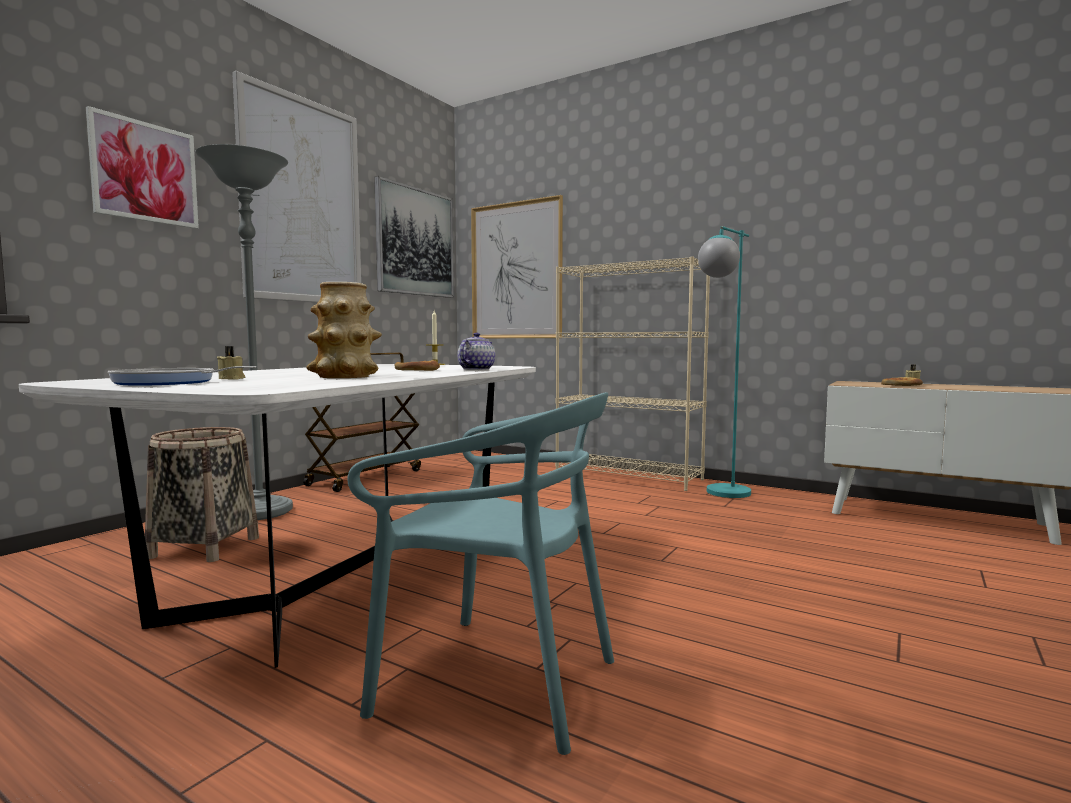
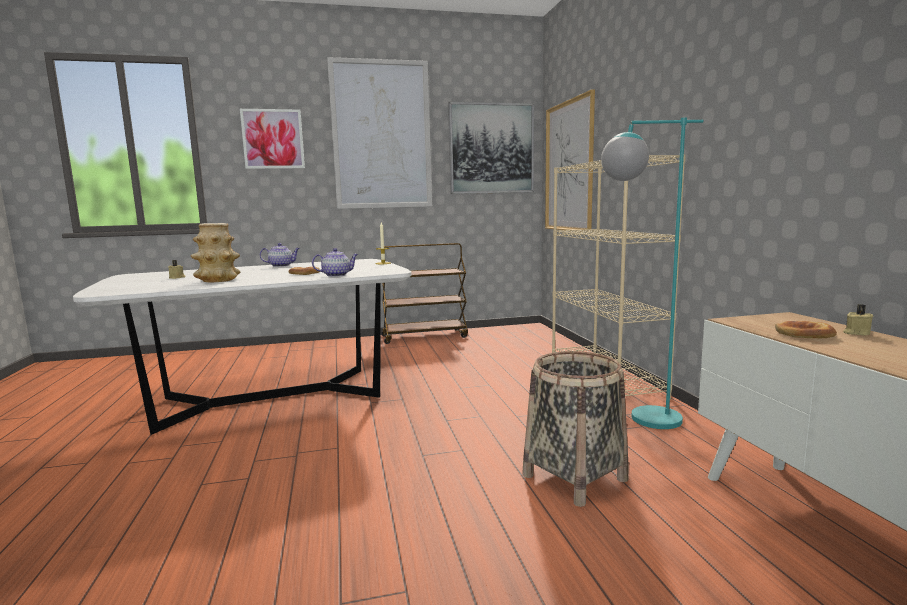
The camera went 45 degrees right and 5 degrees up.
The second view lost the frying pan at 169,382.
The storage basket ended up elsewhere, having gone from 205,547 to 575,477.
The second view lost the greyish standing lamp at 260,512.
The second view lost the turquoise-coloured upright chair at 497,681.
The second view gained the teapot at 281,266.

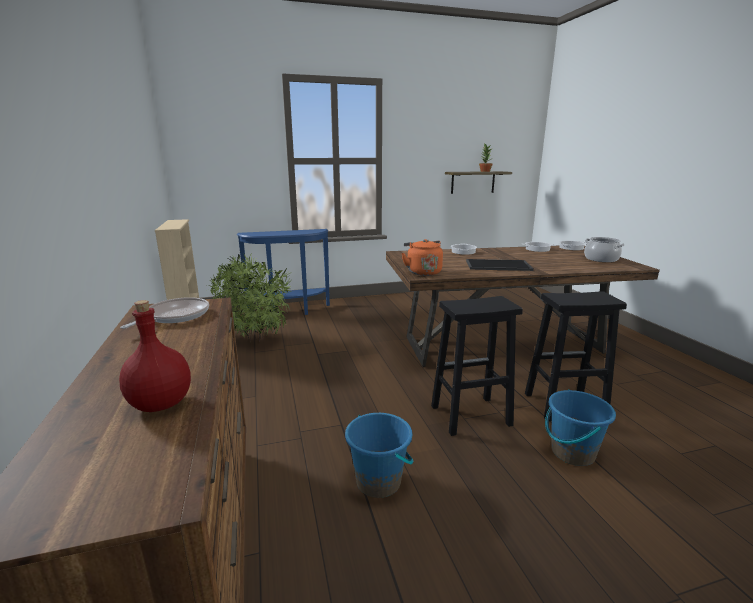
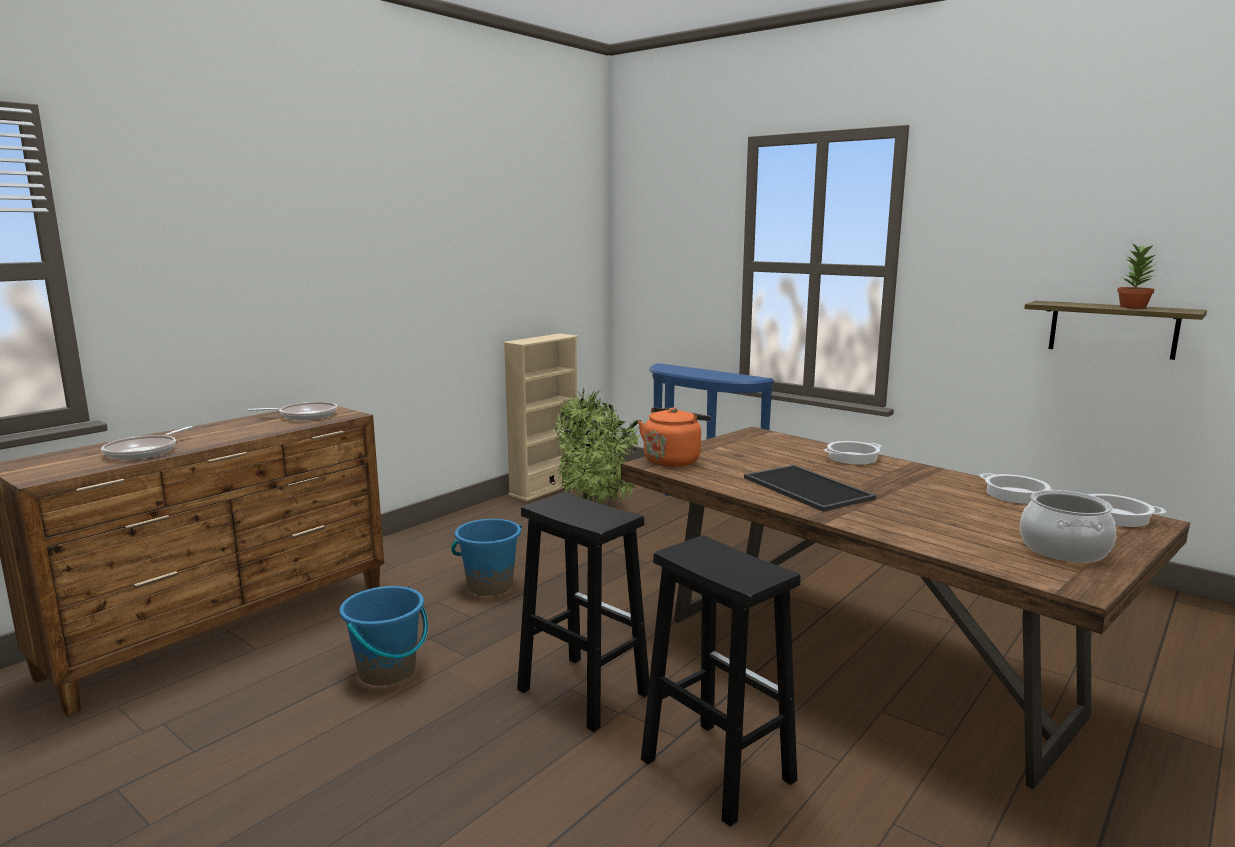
The camera went 55 degrees right and 5 degrees down.
Where the red-coloured beverage bottle stood at 161,403, the frying pan came to stand at 145,451.
The blue water bucket ended up elsewhere, having gone from 572,453 to 490,586.

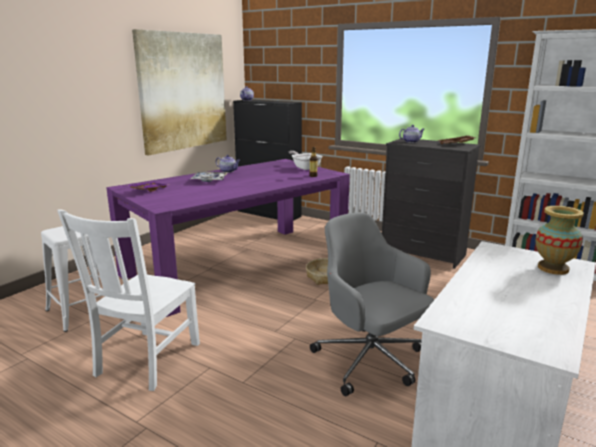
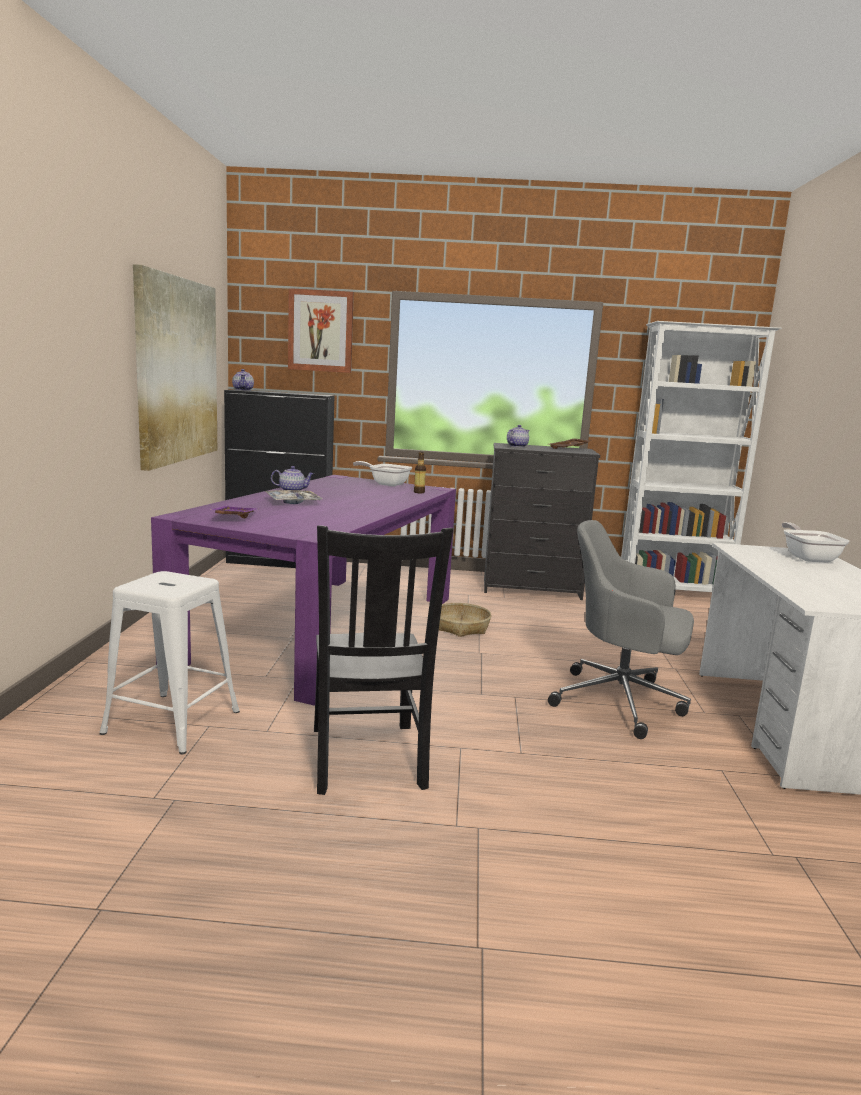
The camera went 30 degrees left and 5 degrees down.
What was the whitish upright chair at 146,361 turned into the black upright chair at 367,760.
Where the flower vase stood at 553,268, the frying pan came to stand at 808,557.
The second view gained the wall picture at 320,331.

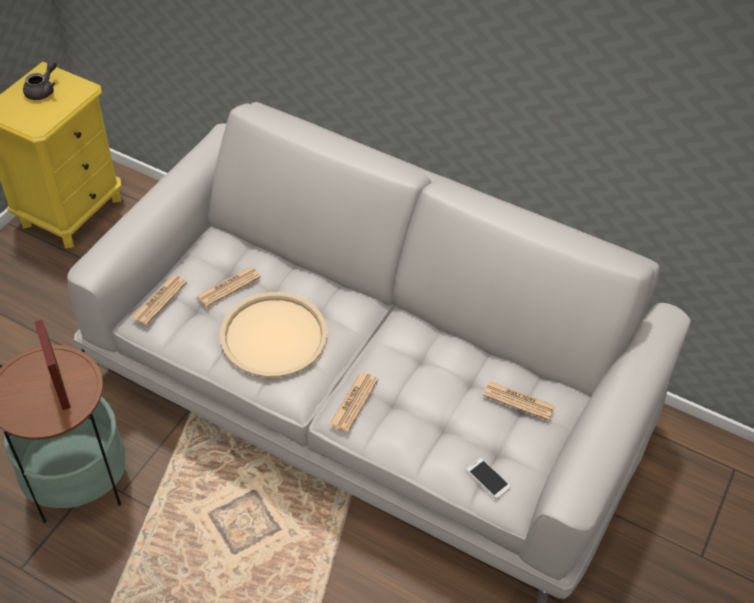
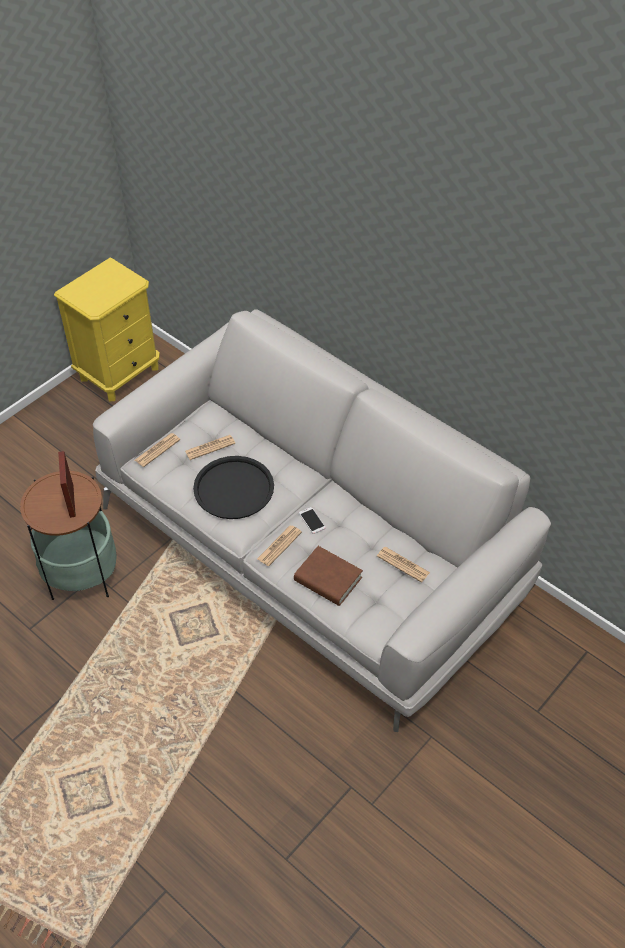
The camera went 15 degrees right and 0 degrees up.
The second view lost the greyish teapot at 43,90.
What was the beige-coloured tray at 273,336 turned into the black tray at 233,488.
The handset ended up elsewhere, having gone from 488,478 to 312,520.
The second view gained the brown-coloured bound book at 328,579.

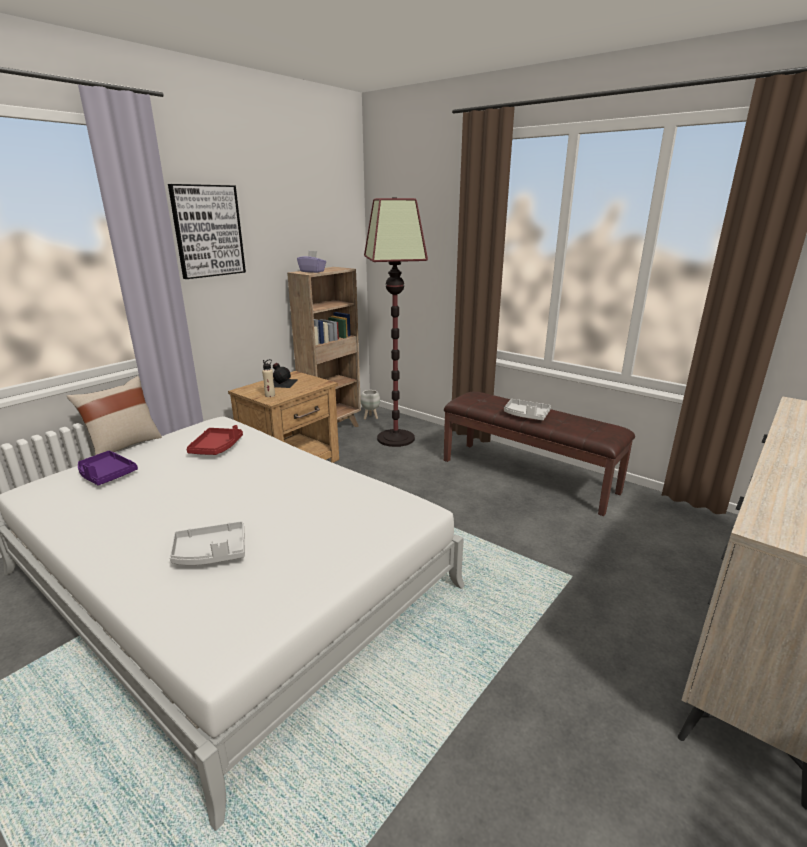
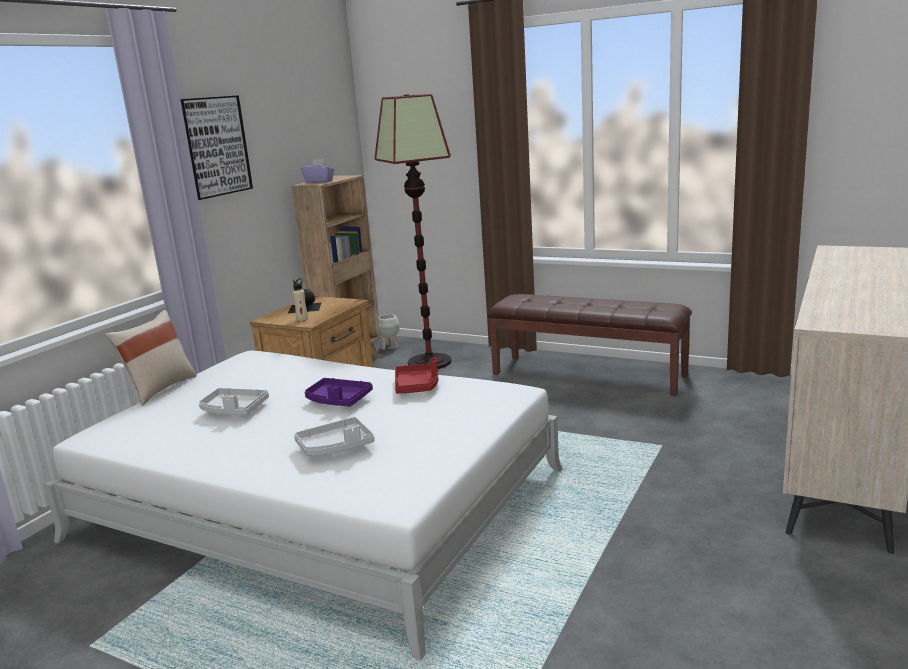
The camera went 10 degrees left and 5 degrees down.
The purple tray ended up elsewhere, having gone from 106,475 to 338,400.
The red-coloured tray ended up elsewhere, having gone from 217,448 to 417,386.
The greyish tray ended up elsewhere, having gone from 526,415 to 234,410.

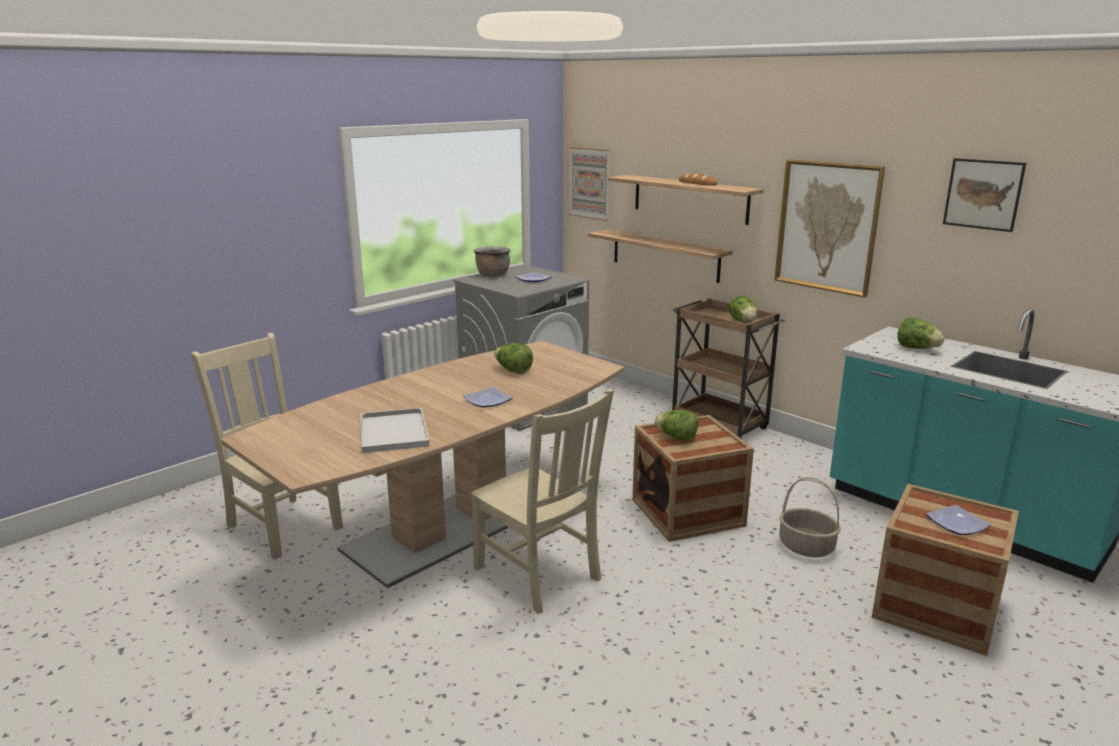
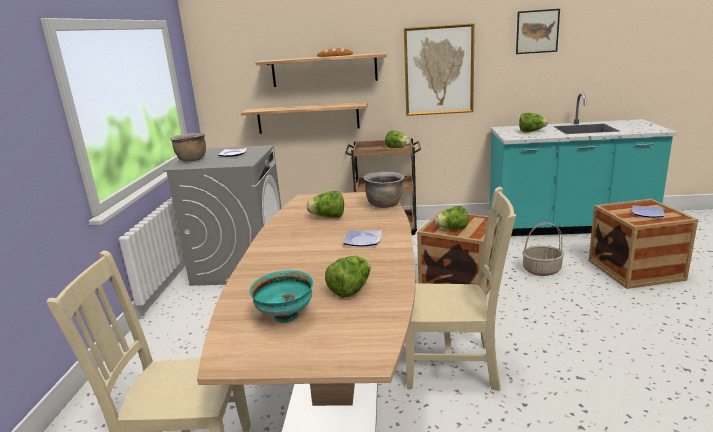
The camera went 40 degrees left and 0 degrees up.
Where the whitish tray stood at 392,431, the lettuce head came to stand at 351,290.
The second view lost the wall picture at 590,183.
The second view gained the turquoise-coloured deep dish at 286,317.
The second view gained the brown-coloured cooking pot at 384,205.

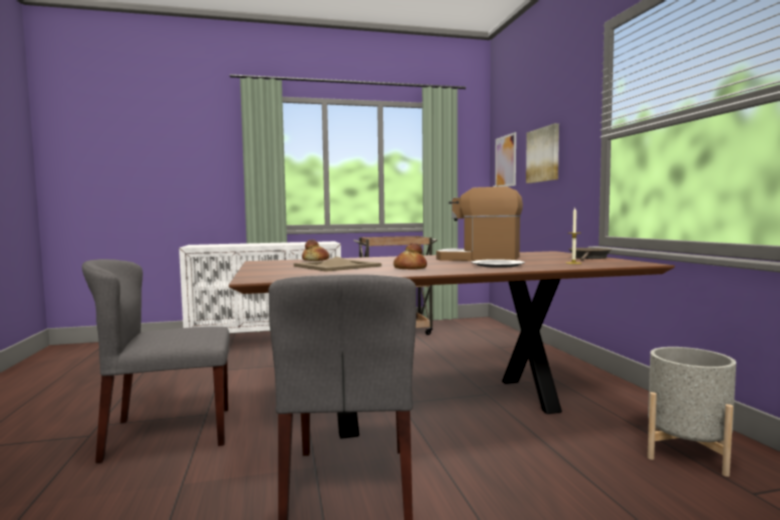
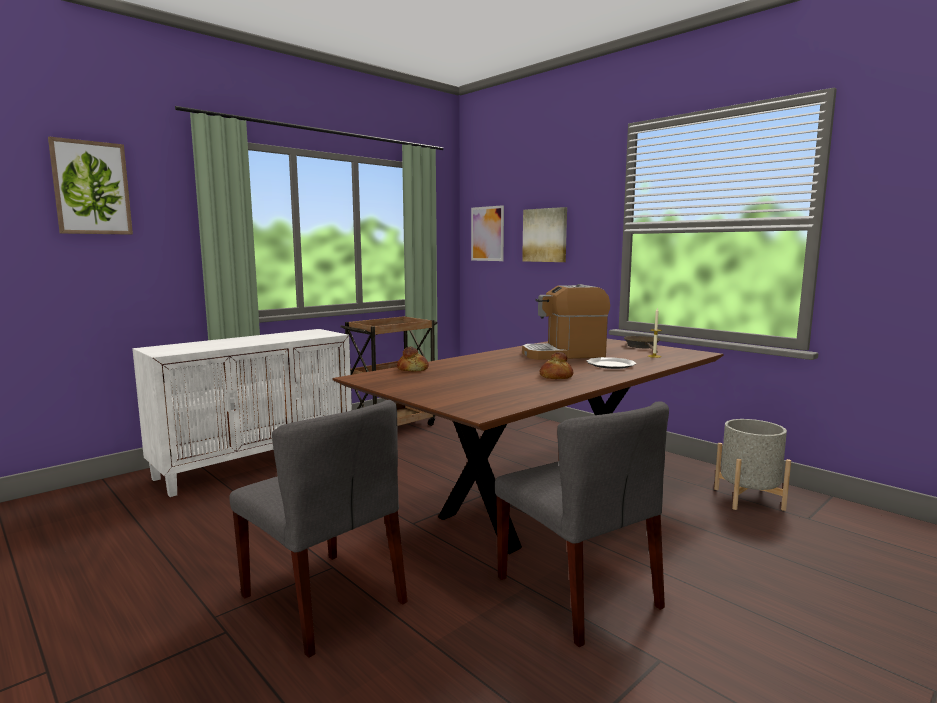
The camera went 30 degrees left and 5 degrees up.
The greyish upright chair at 168,433 ended up facing another way, 90 degrees counterclockwise from before.
The second view lost the beige-coloured tray at 337,266.
The second view gained the wall picture at 91,188.

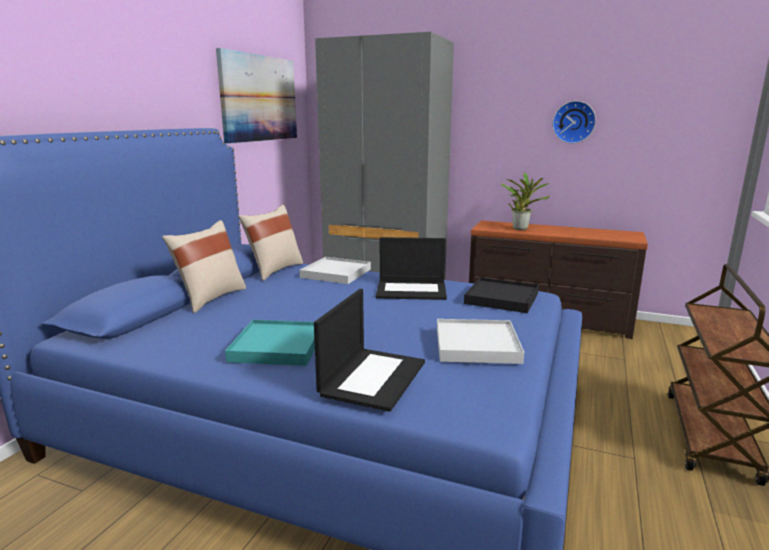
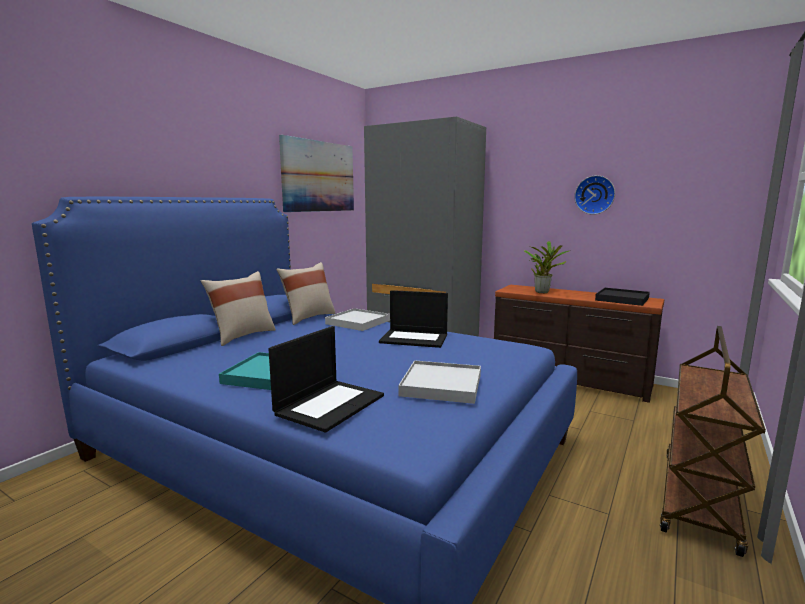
The camera went 10 degrees right and 5 degrees down.
The black tray ended up elsewhere, having gone from 502,298 to 622,299.

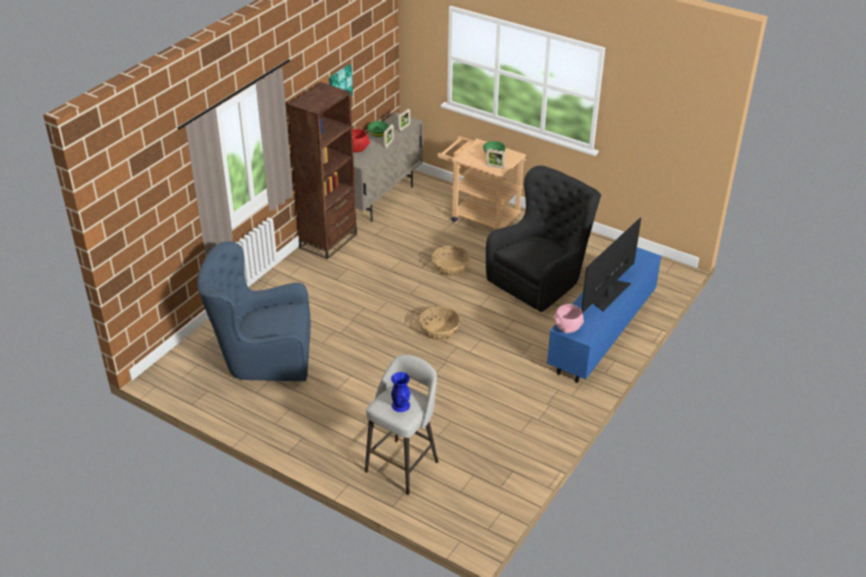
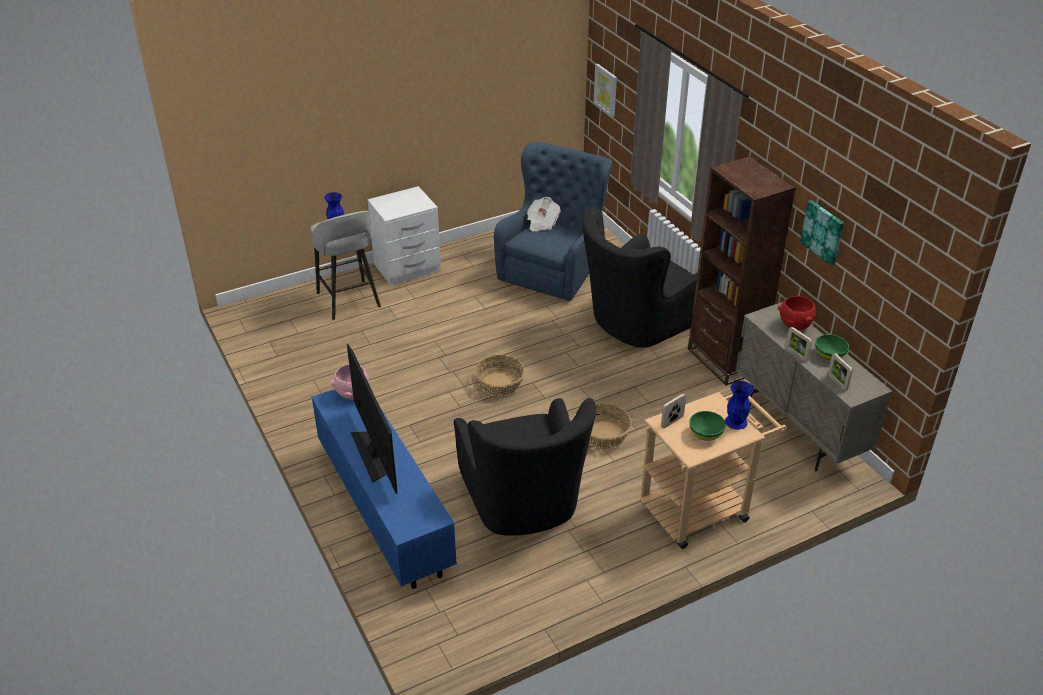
The camera went 120 degrees right and 0 degrees up.
The second view gained the whitish nightstand at 407,268.
The second view gained the printed paper at 542,223.
The second view gained the black easy chair at 637,324.
The second view gained the wall picture at 606,89.
The second view gained the blue flower vase at 736,421.

